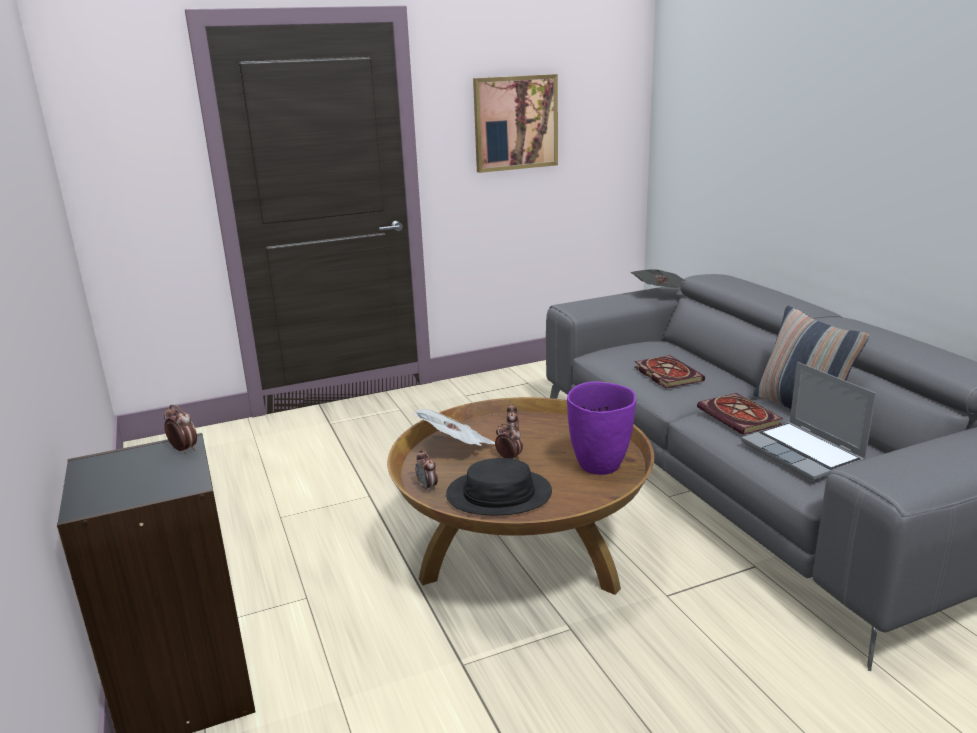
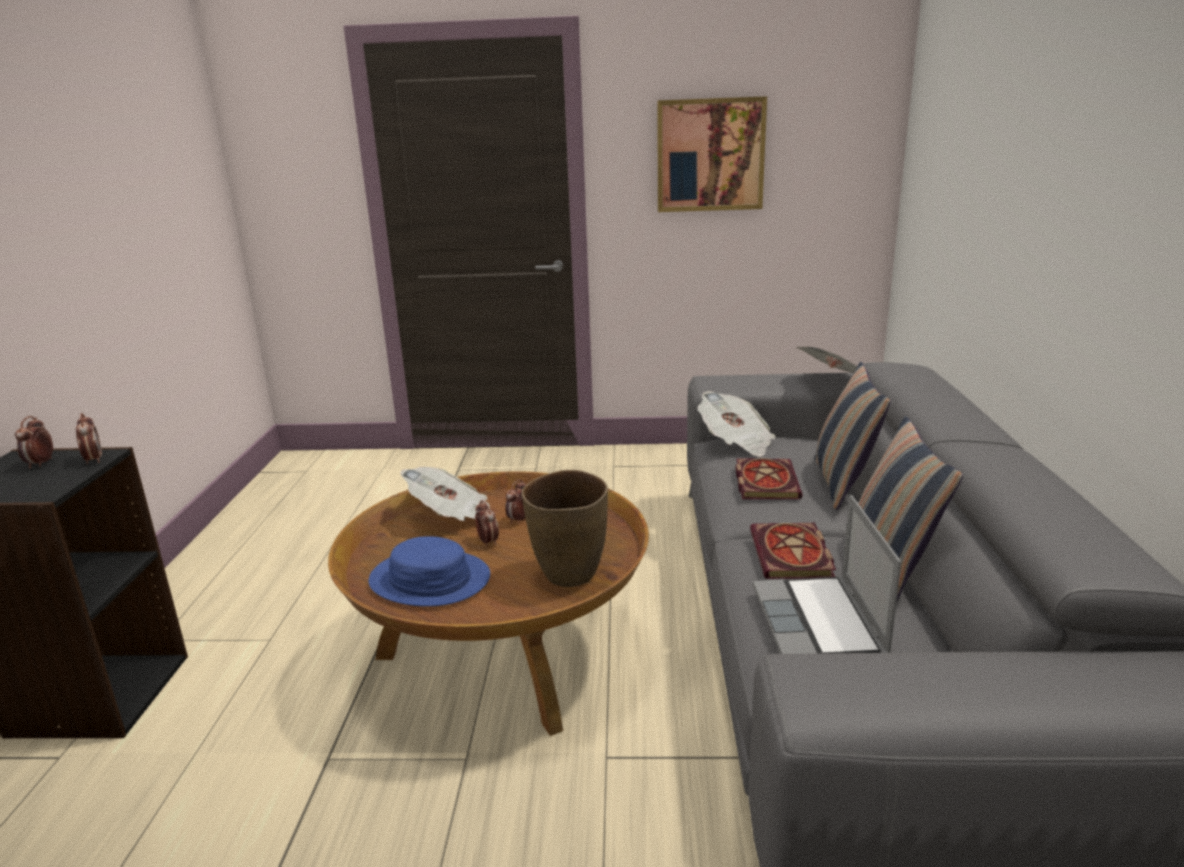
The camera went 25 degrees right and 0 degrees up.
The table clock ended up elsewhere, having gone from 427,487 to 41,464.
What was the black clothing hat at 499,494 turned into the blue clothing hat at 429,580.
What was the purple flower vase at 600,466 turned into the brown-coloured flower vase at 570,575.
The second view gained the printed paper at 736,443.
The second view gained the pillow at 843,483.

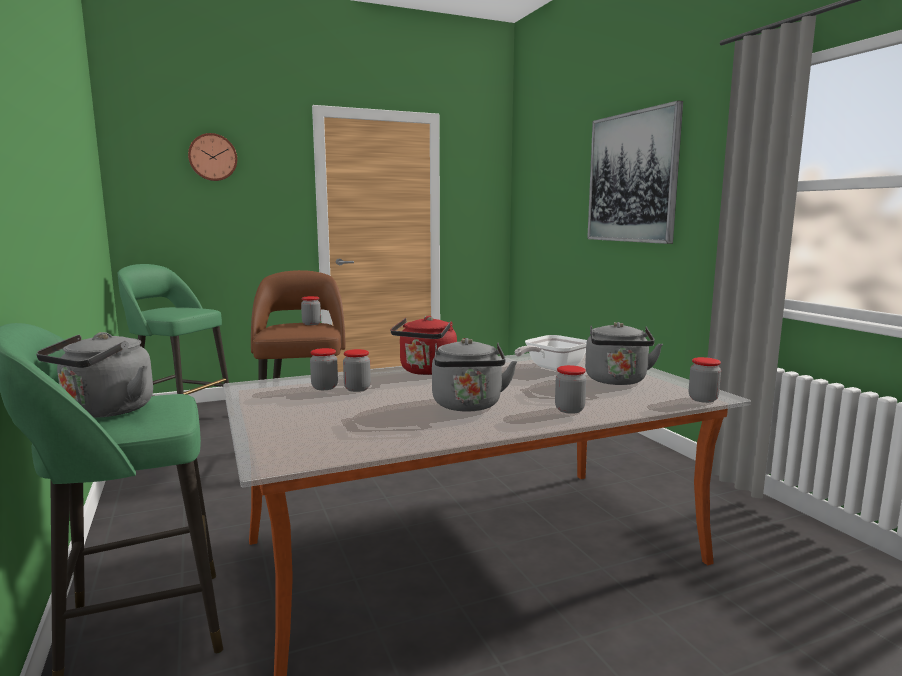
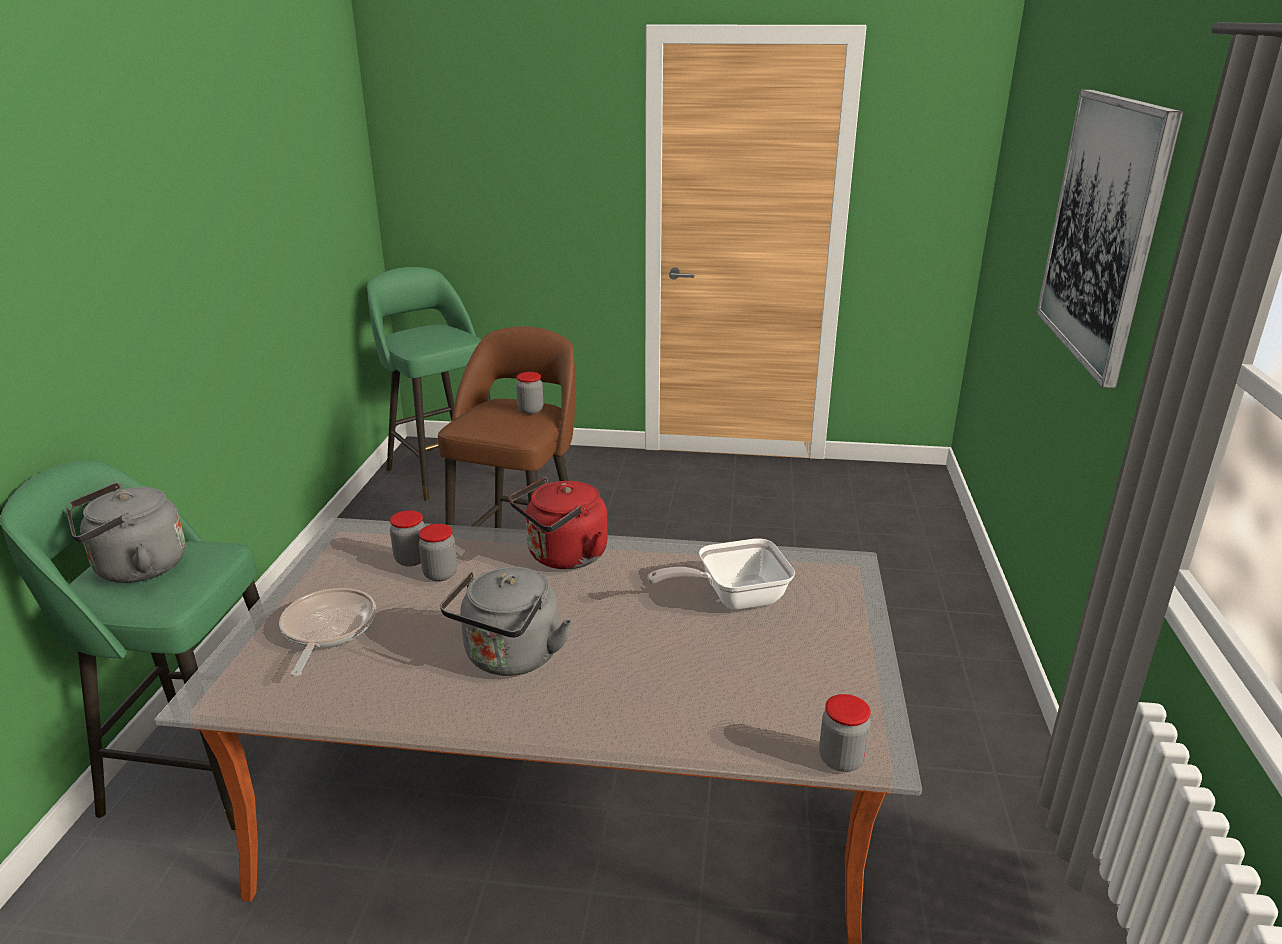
The camera went 30 degrees right and 15 degrees up.
The second view lost the clock on the wall at 212,157.
The second view lost the storage jar at 569,410.
The second view lost the greyish water kettle at 617,381.
The second view gained the frying pan at 327,629.

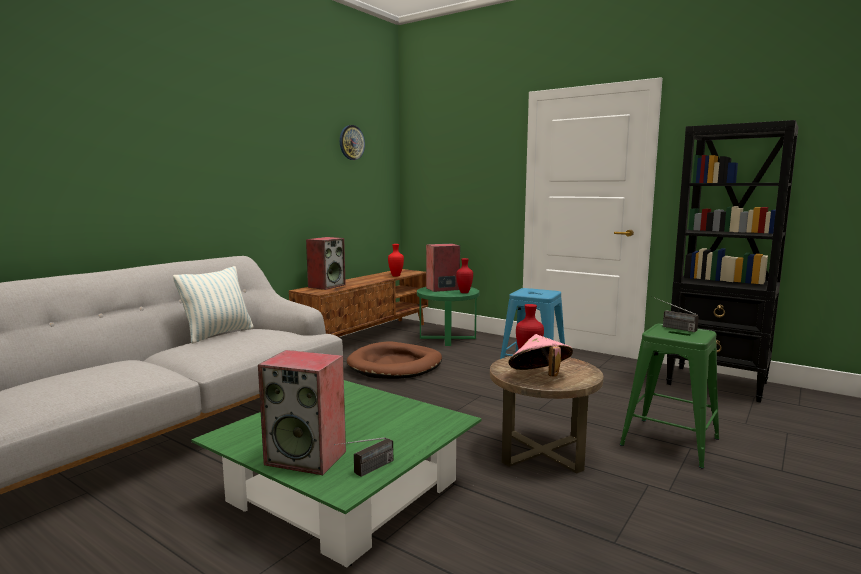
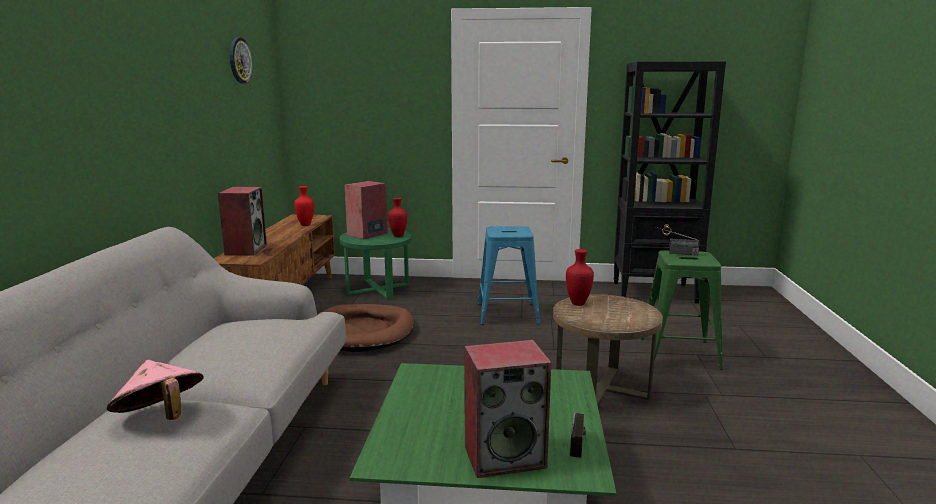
The camera went 30 degrees left and 5 degrees up.
The second view lost the pillow at 218,334.
The pink clothing hat ended up elsewhere, having gone from 539,377 to 160,417.

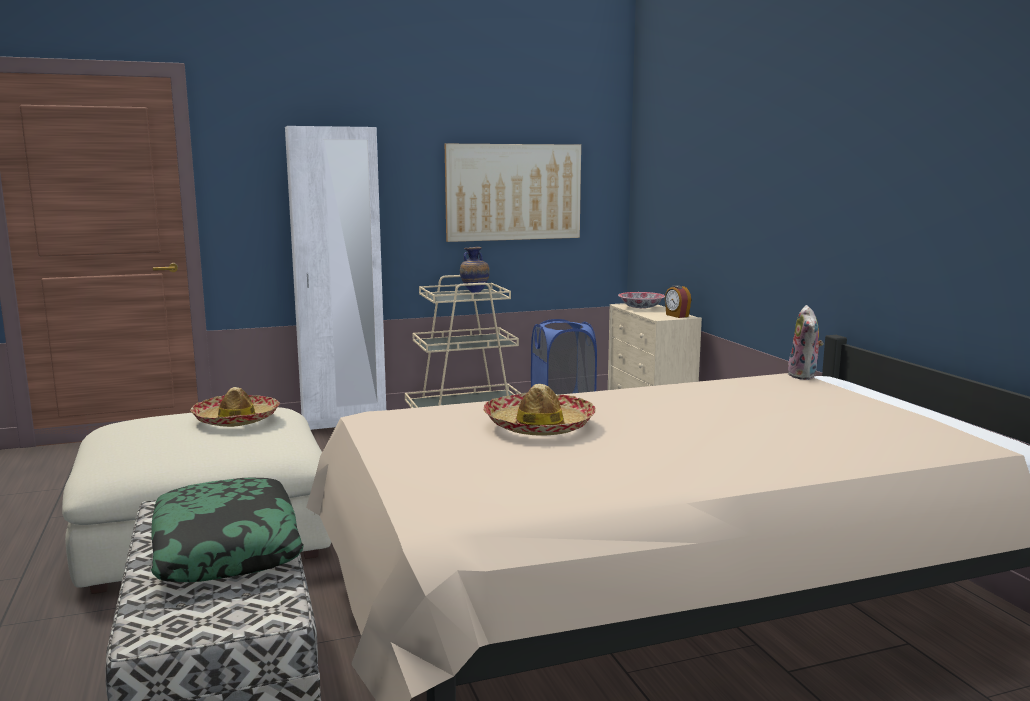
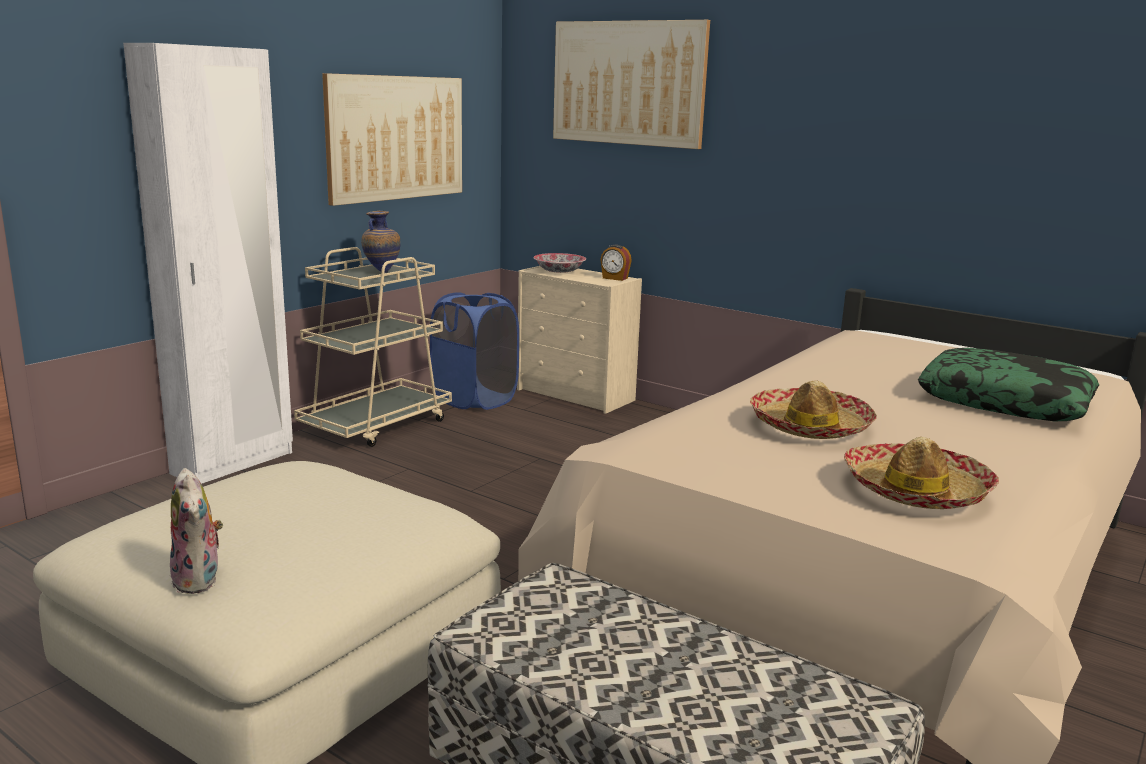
The camera went 35 degrees left and 5 degrees up.
The pillow ended up elsewhere, having gone from 227,547 to 1005,401.
The clothing hat ended up elsewhere, having gone from 236,419 to 916,491.
The cuddly toy ended up elsewhere, having gone from 804,376 to 200,580.
The second view gained the wall picture at 628,83.

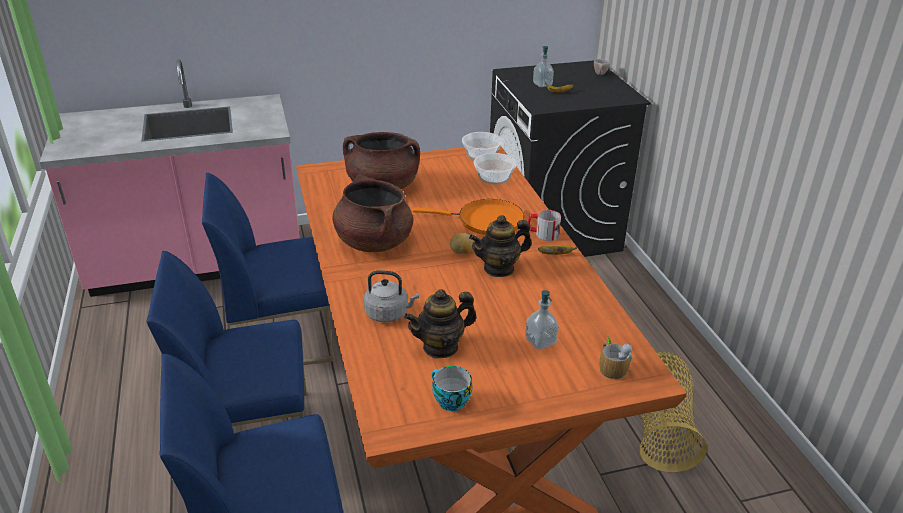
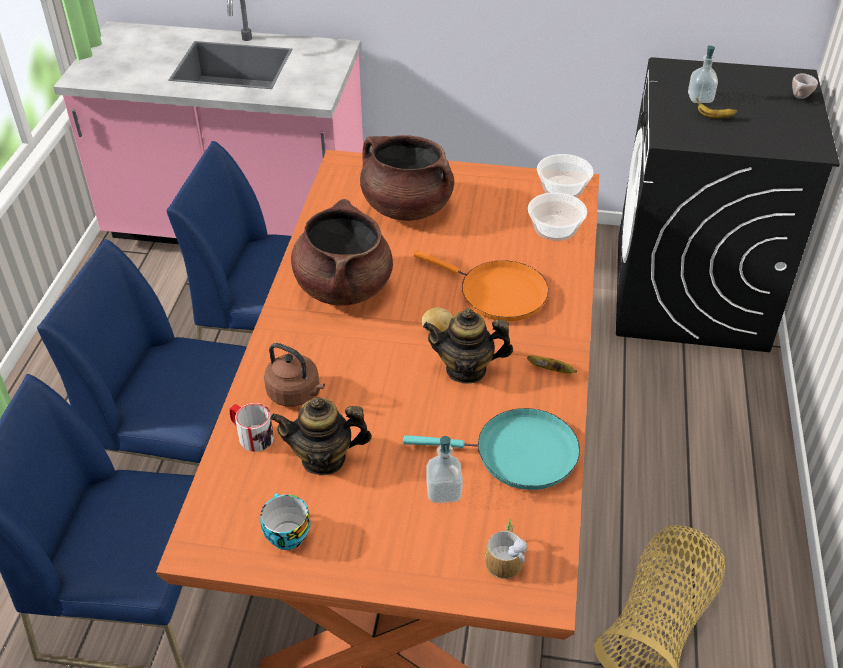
The camera went 25 degrees right and 10 degrees up.
What was the greyish water kettle at 389,314 turned into the brown-coloured water kettle at 296,394.
The tea mug ended up elsewhere, having gone from 542,234 to 251,435.
The second view gained the turquoise-coloured frying pan at 519,454.

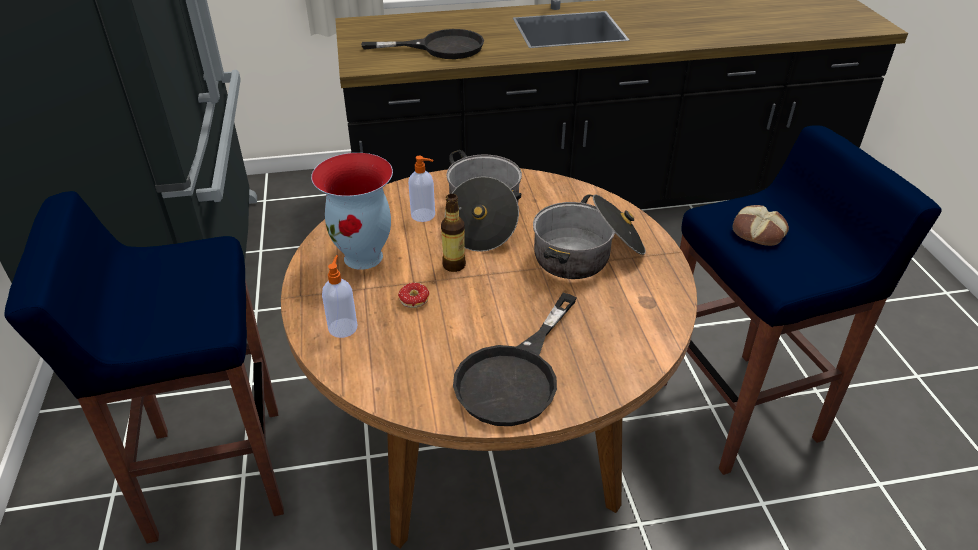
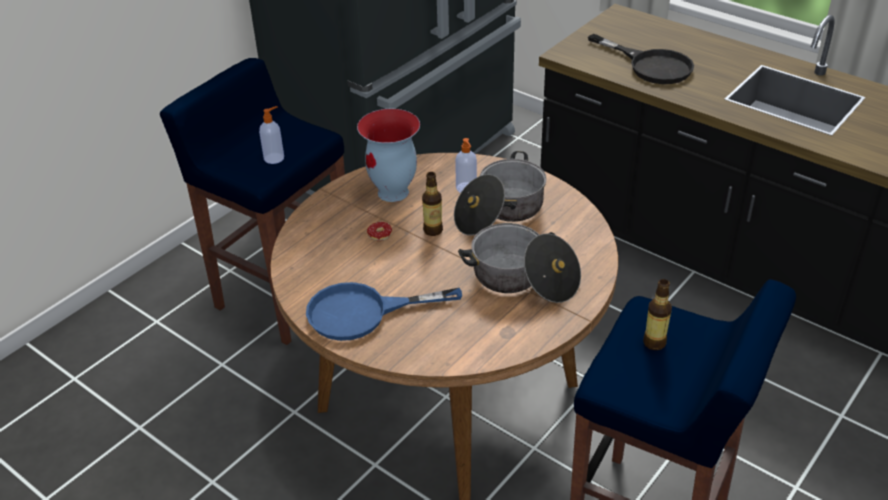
The camera went 50 degrees right and 0 degrees up.
The soap bottle ended up elsewhere, having gone from 343,327 to 275,158.
What was the black frying pan at 515,376 turned into the blue frying pan at 362,313.
Where the bakery bread stood at 757,232, the beverage bottle came to stand at 654,343.

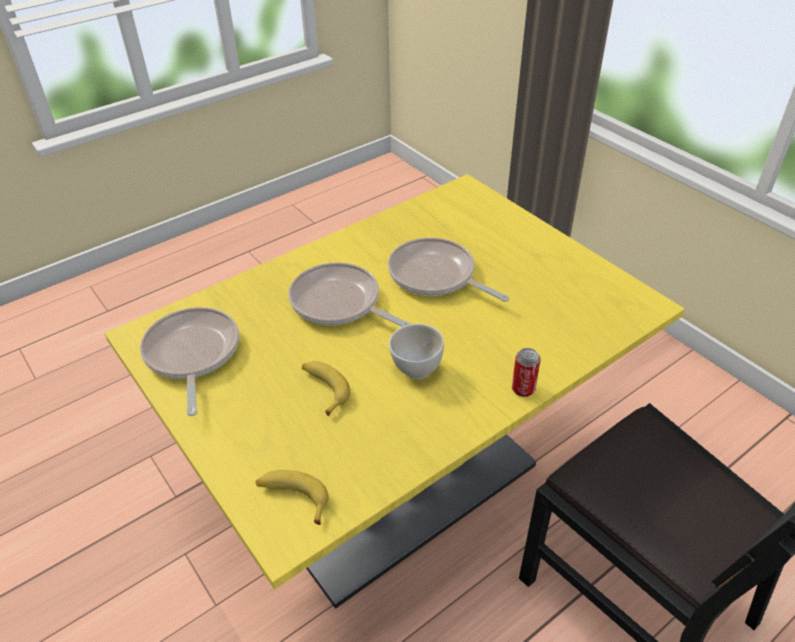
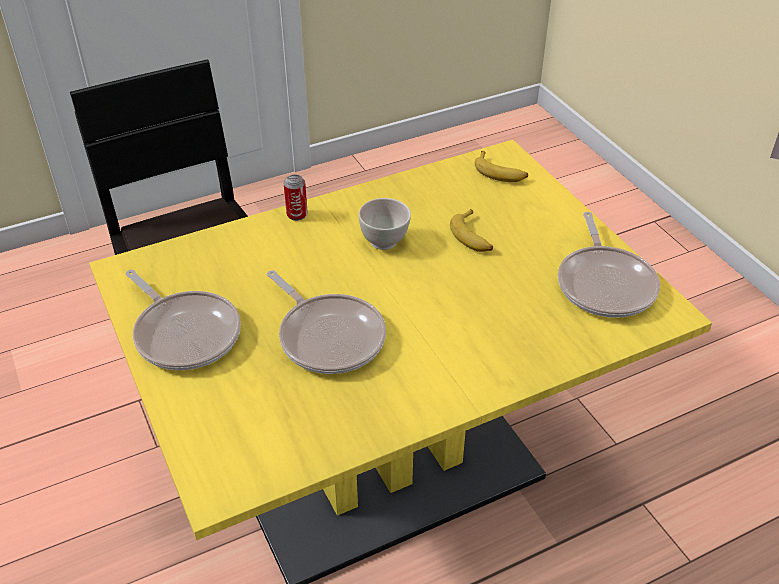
The camera went 170 degrees left and 0 degrees up.
The frying pan ended up elsewhere, having gone from 339,303 to 185,333.

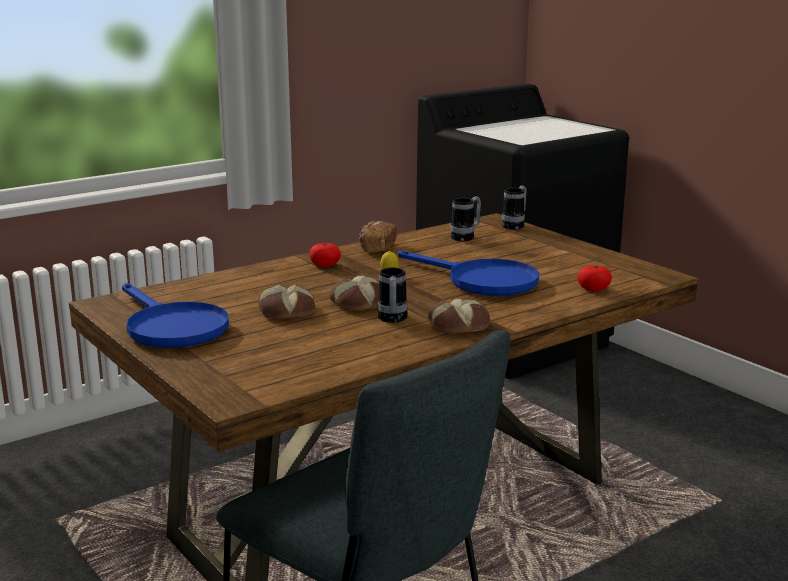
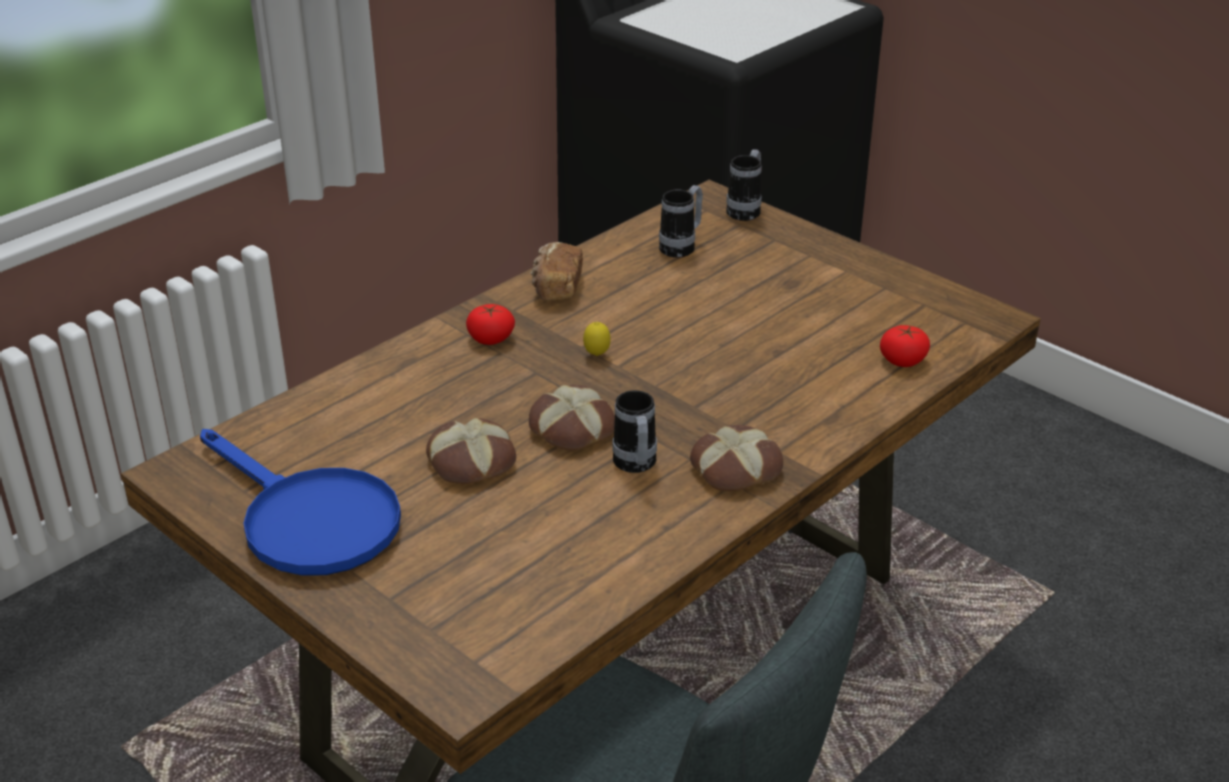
The camera went 10 degrees left and 15 degrees up.
The second view lost the blue frying pan at 481,281.

